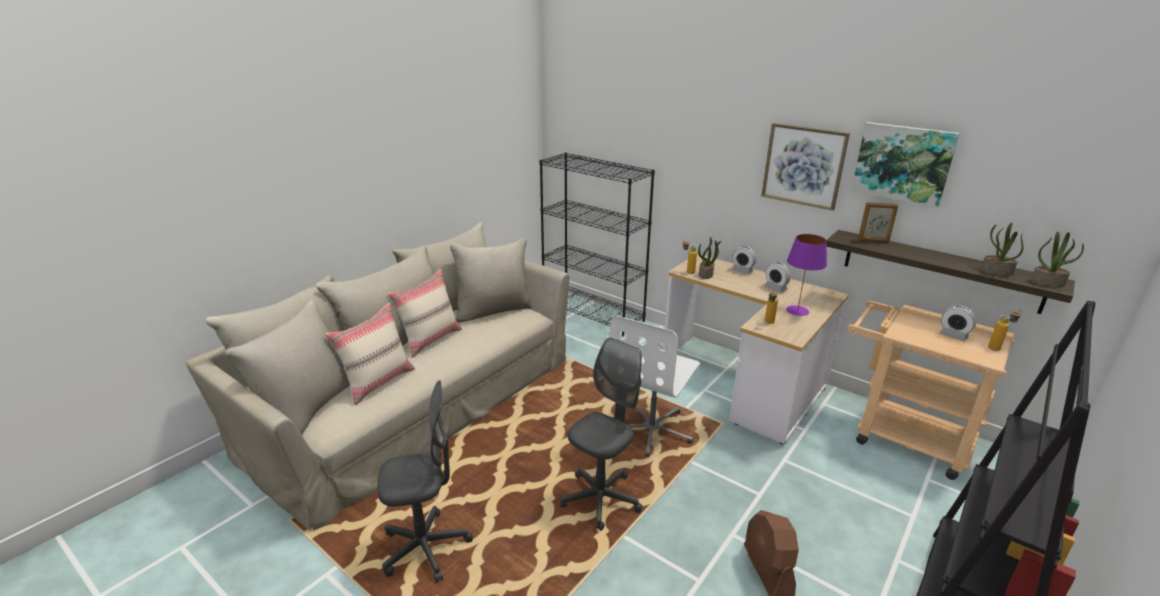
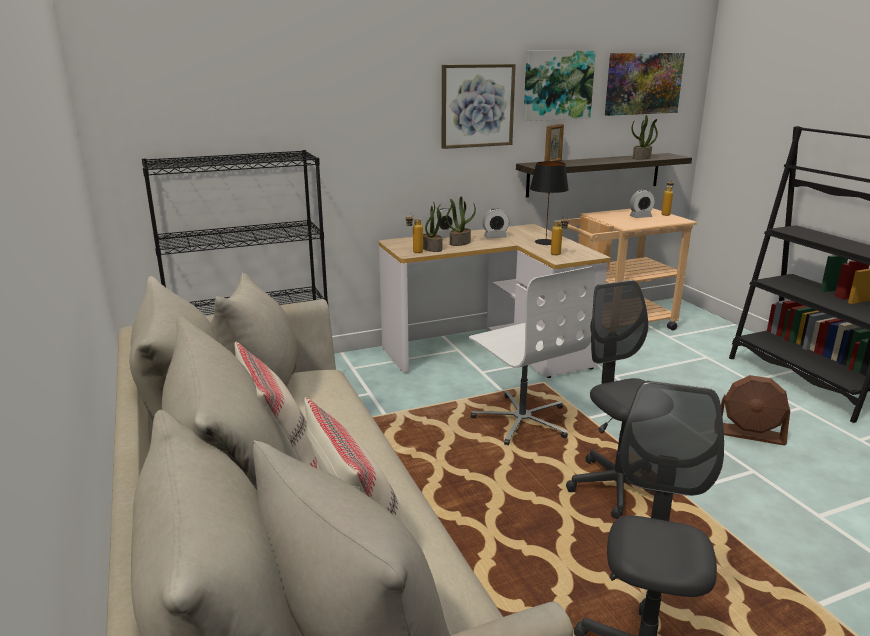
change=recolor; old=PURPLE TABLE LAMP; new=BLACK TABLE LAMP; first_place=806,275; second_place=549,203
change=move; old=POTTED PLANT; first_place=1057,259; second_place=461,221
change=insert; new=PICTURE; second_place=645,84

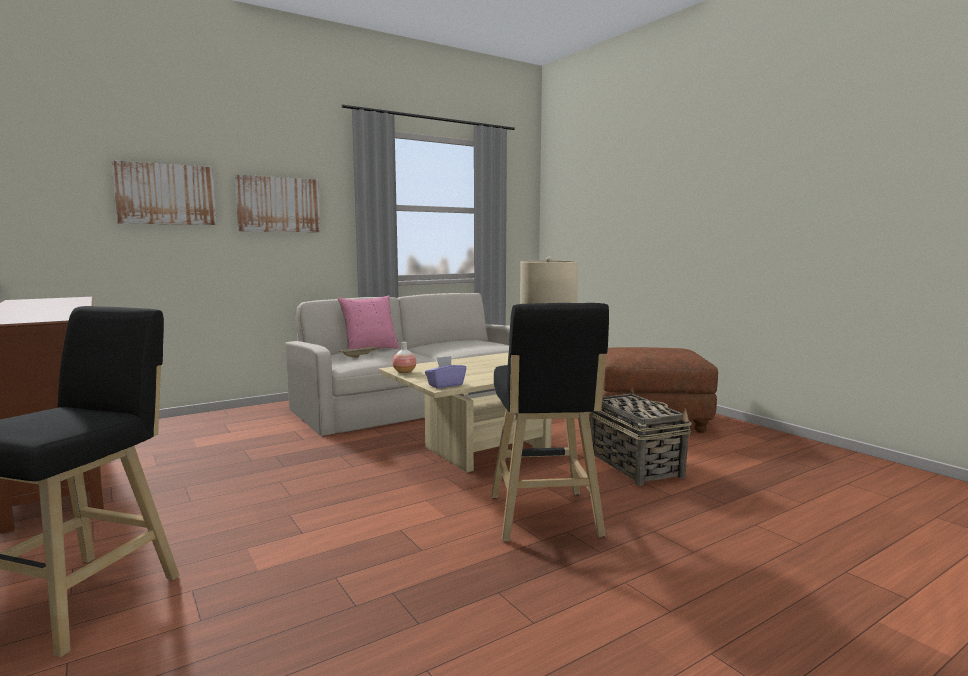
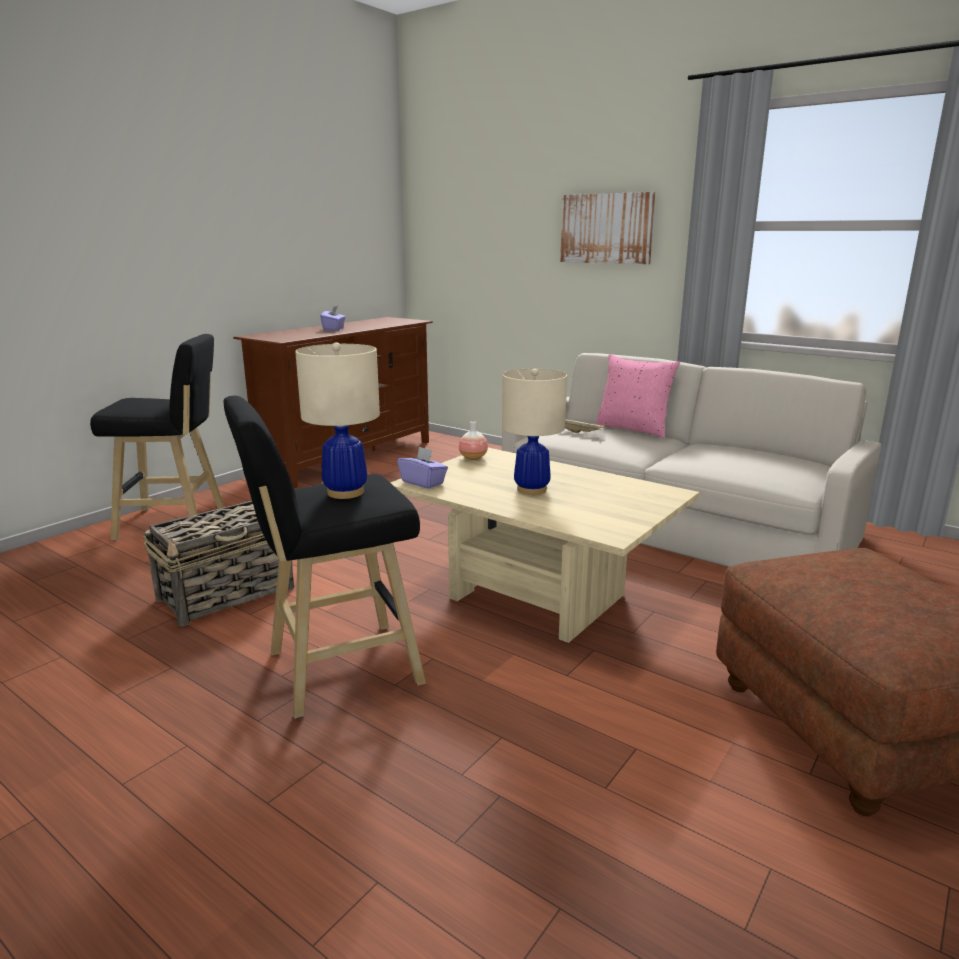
change=delete; old=PICTURE; first_place=164,192
change=move; old=BASKET; first_place=640,436; second_place=218,563
change=insert; new=PURPLE TISSUE BOX; second_place=333,318
change=insert; new=BEIGE TABLE LAMP; second_place=534,432

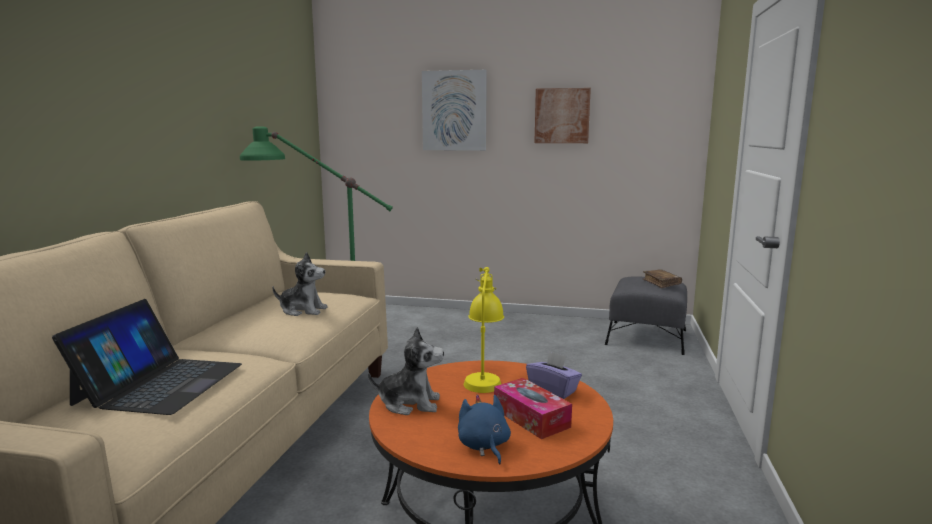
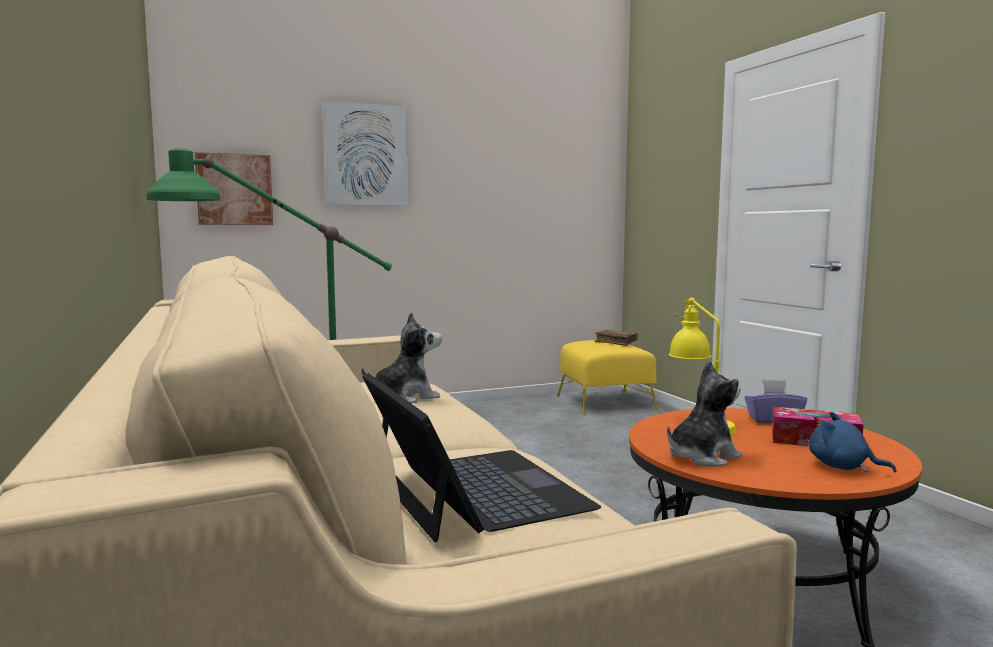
change=move; old=PICTURE; first_place=562,115; second_place=234,188
change=recolor; old=GREY OTTOMAN; new=YELLOW OTTOMAN; first_place=646,315; second_place=608,377

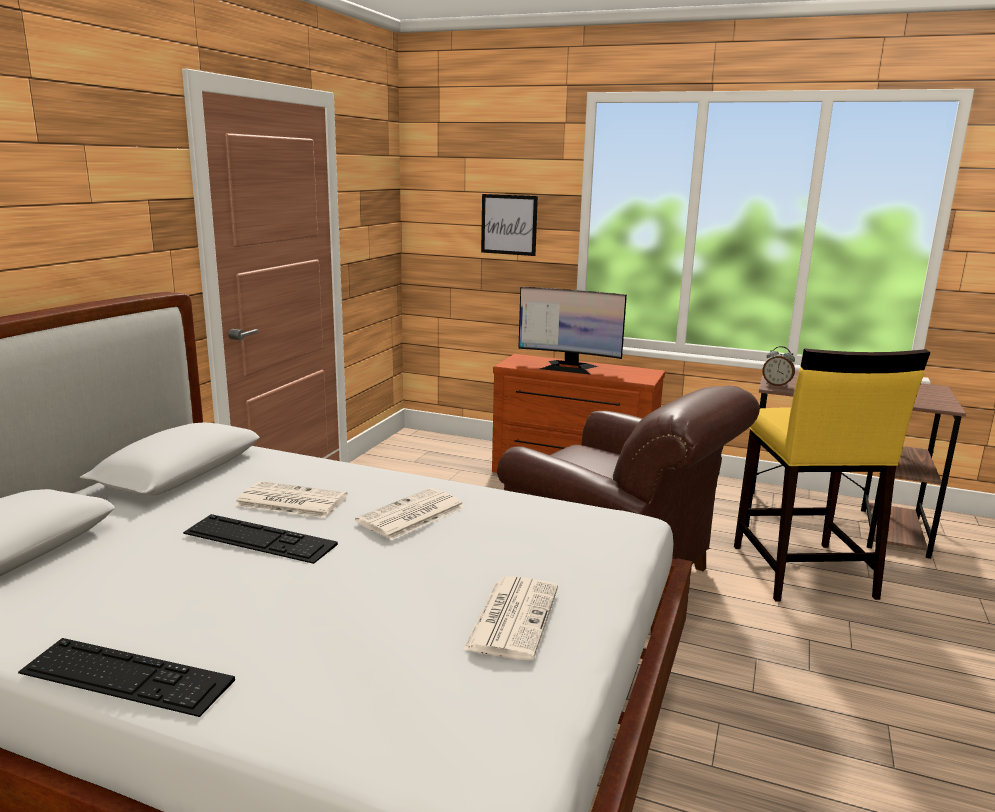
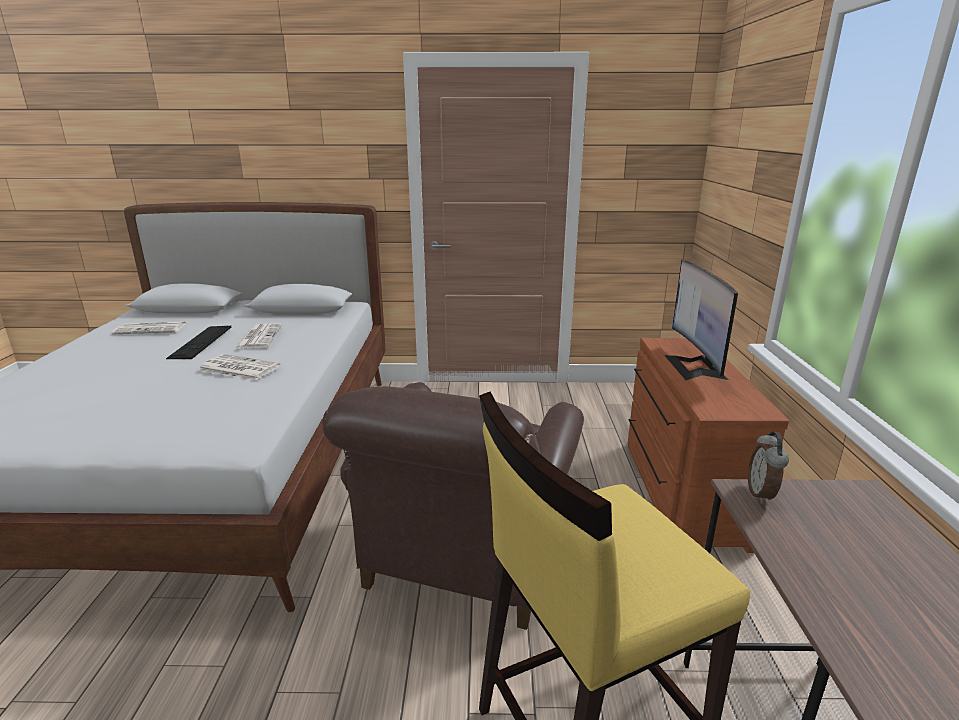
change=delete; old=KEYBOARD; first_place=126,677
change=move; old=NEWSPAPER; first_place=510,618; second_place=148,328
change=delete; old=PICTURE; first_place=509,225

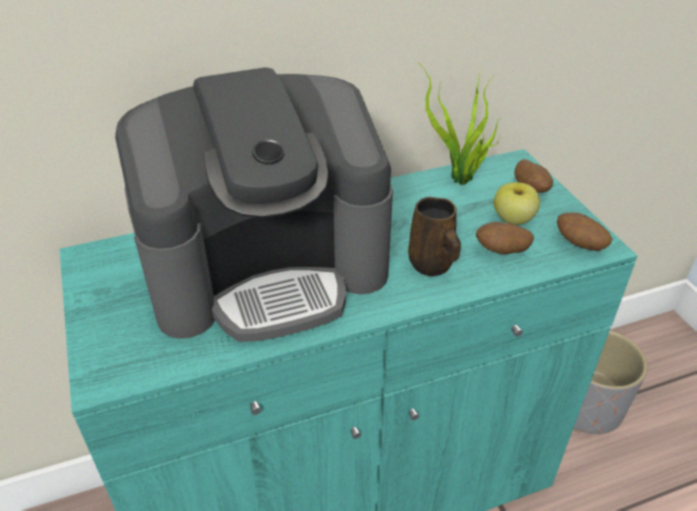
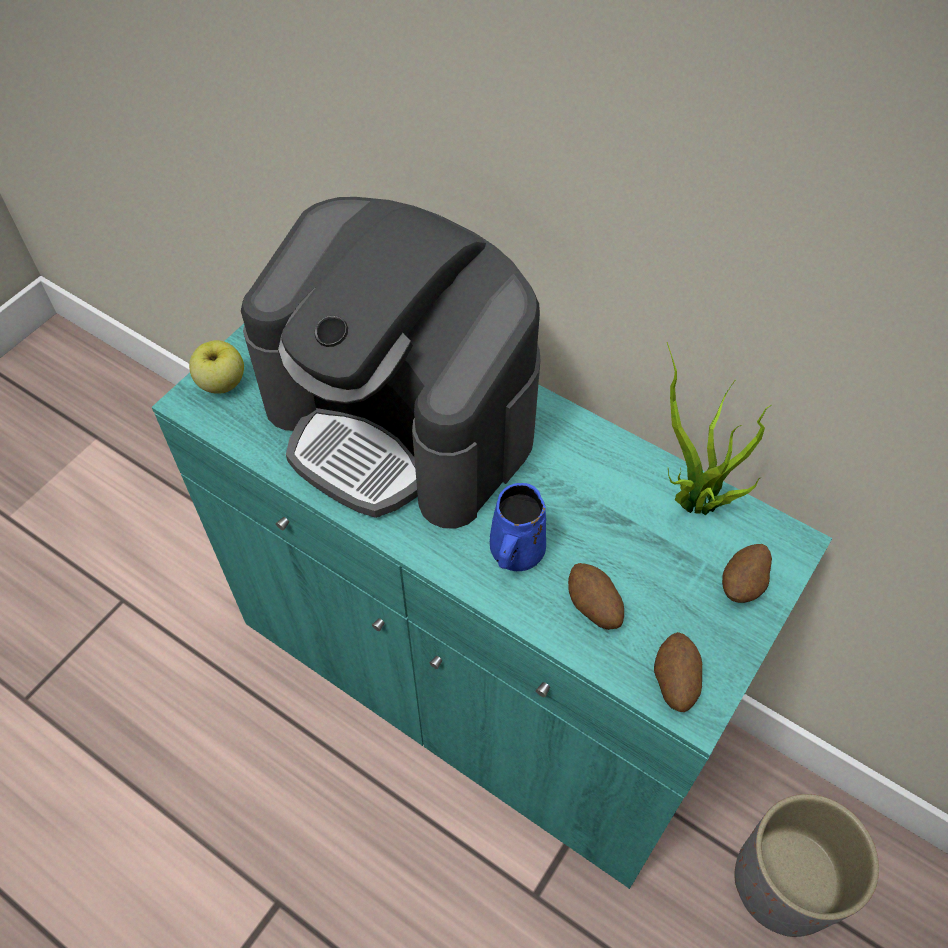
change=recolor; old=BROWN MUG; new=BLUE MUG; first_place=434,236; second_place=518,527
change=move; old=APPLE; first_place=517,203; second_place=216,367

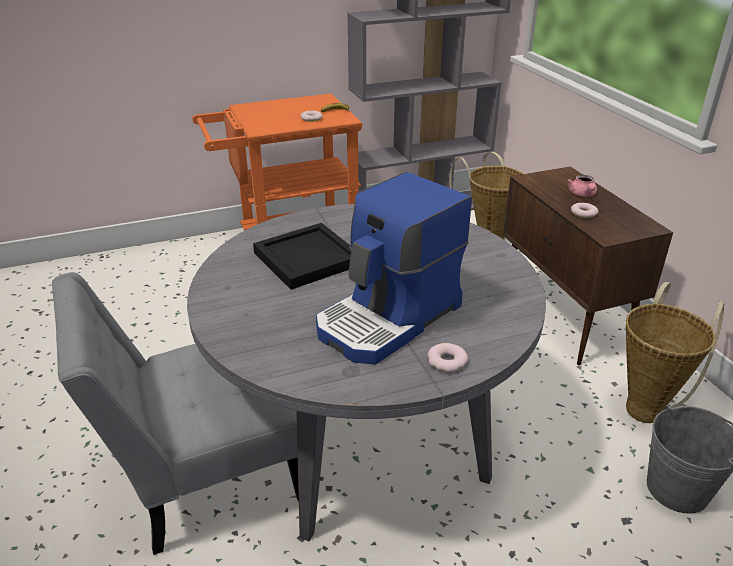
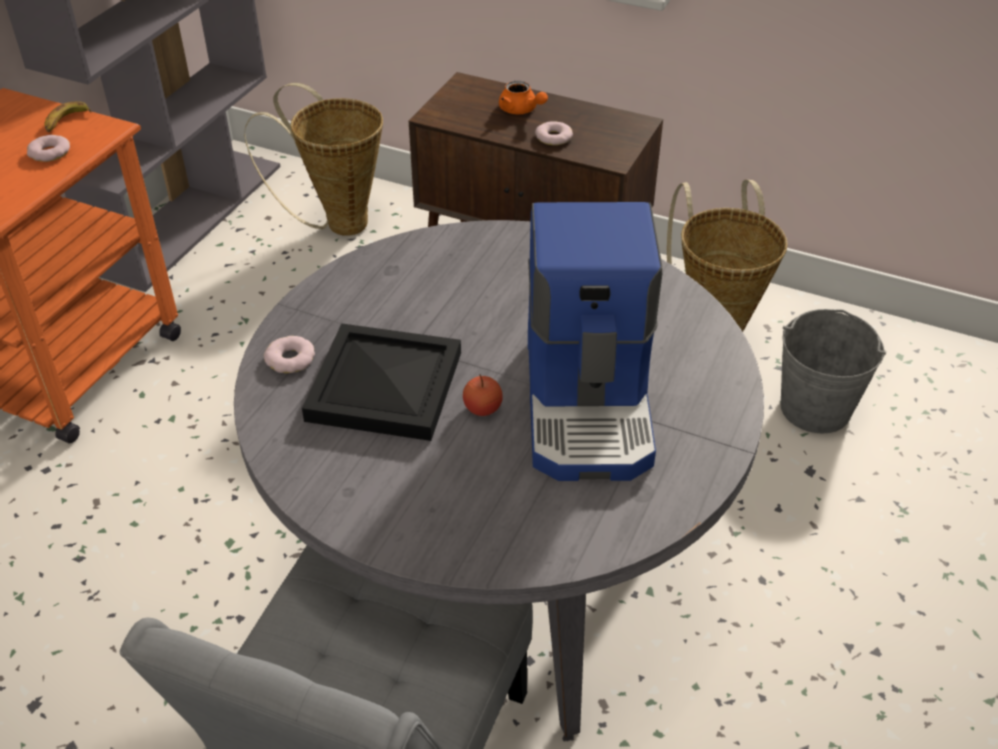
change=move; old=DONUT; first_place=447,357; second_place=289,354
change=recolor; old=PINK TEAPOT; new=ORANGE TEAPOT; first_place=582,186; second_place=523,97
change=insert; new=APPLE; second_place=483,395

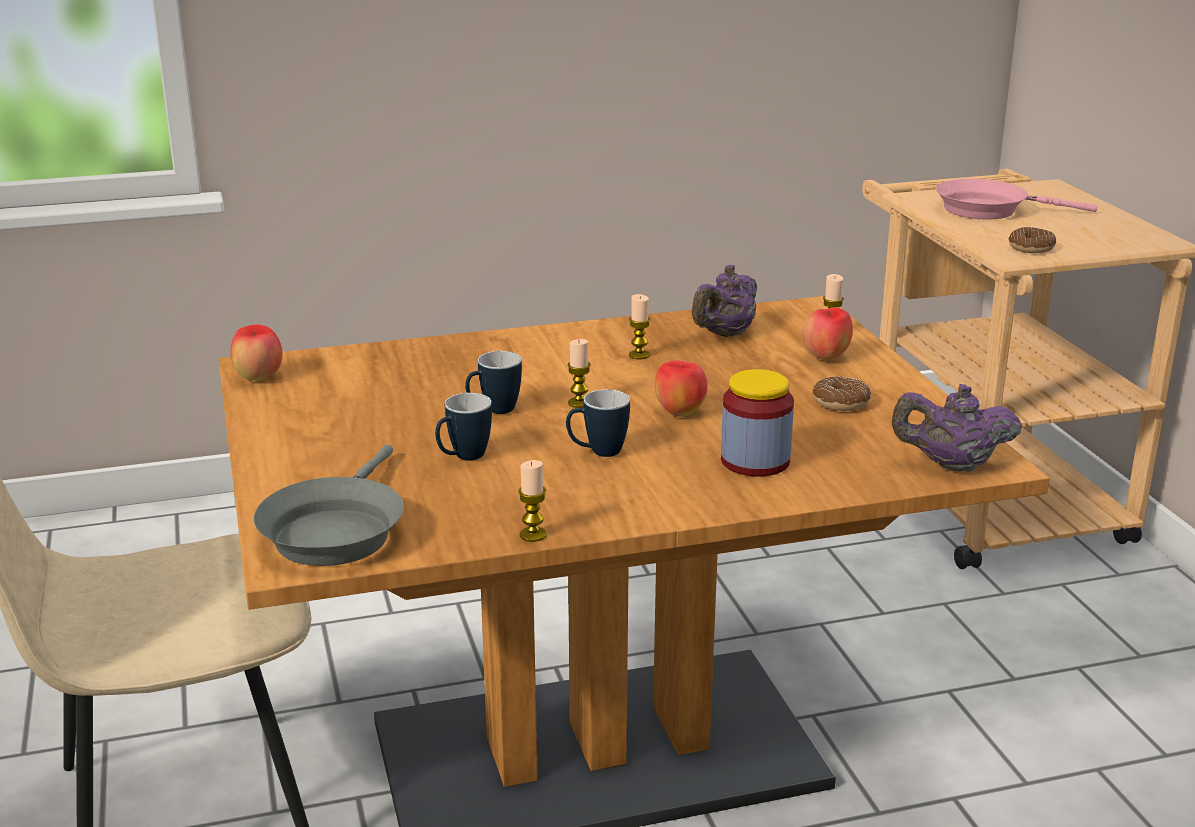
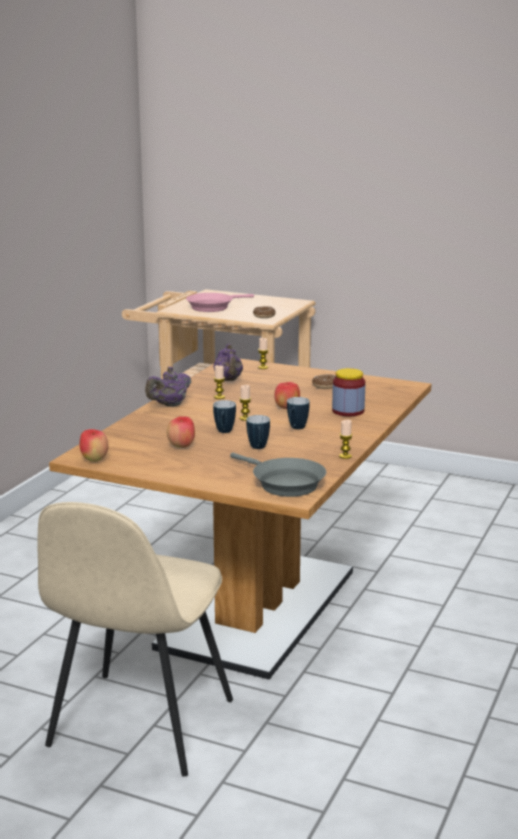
change=move; old=APPLE; first_place=827,333; second_place=181,432
change=move; old=PURPLE TEAPOT; first_place=957,428; second_place=168,387

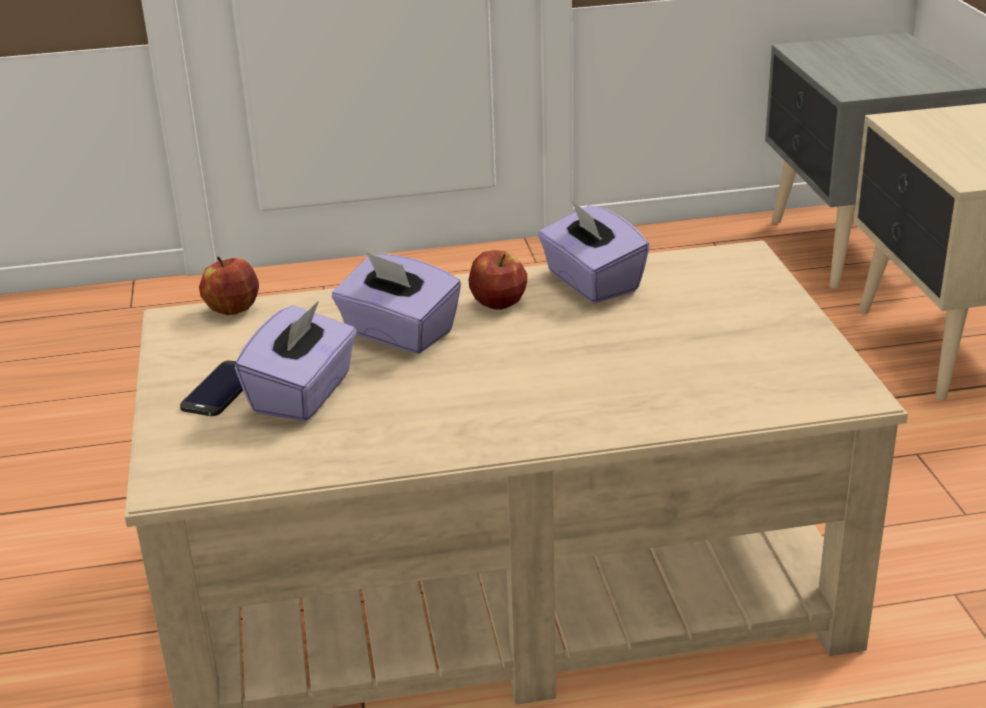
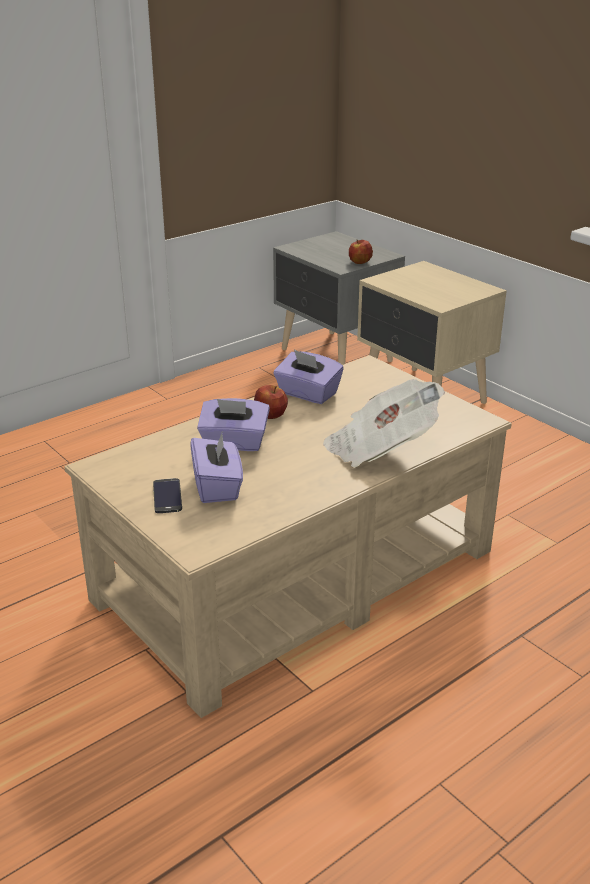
change=move; old=APPLE; first_place=229,285; second_place=361,252
change=insert; new=NEWSPAPER; second_place=384,423

